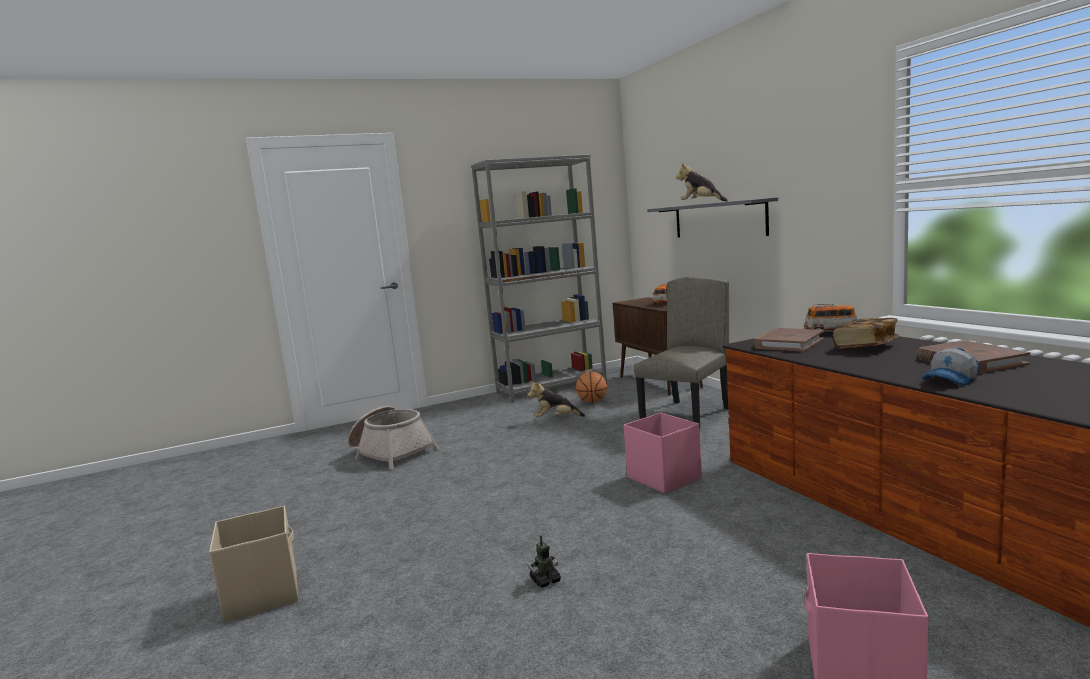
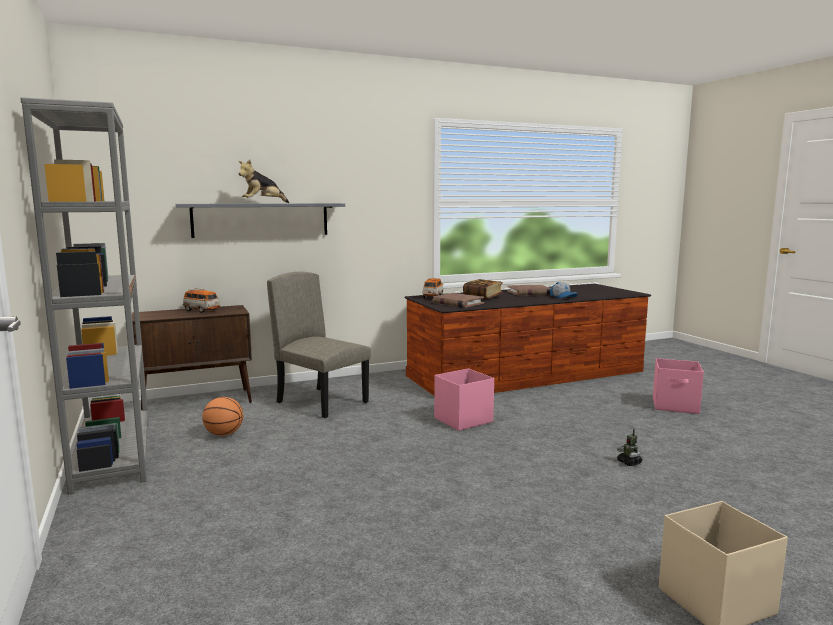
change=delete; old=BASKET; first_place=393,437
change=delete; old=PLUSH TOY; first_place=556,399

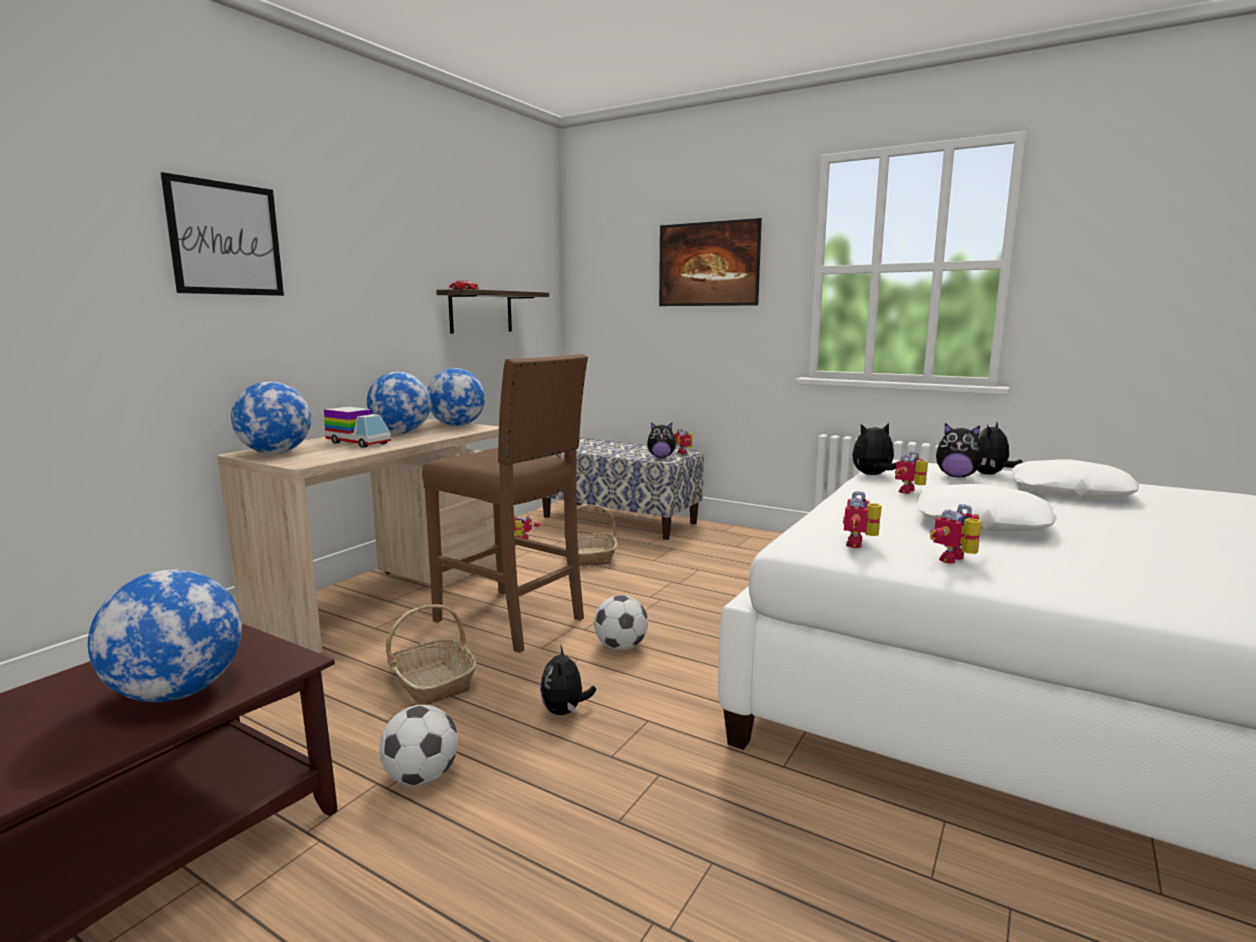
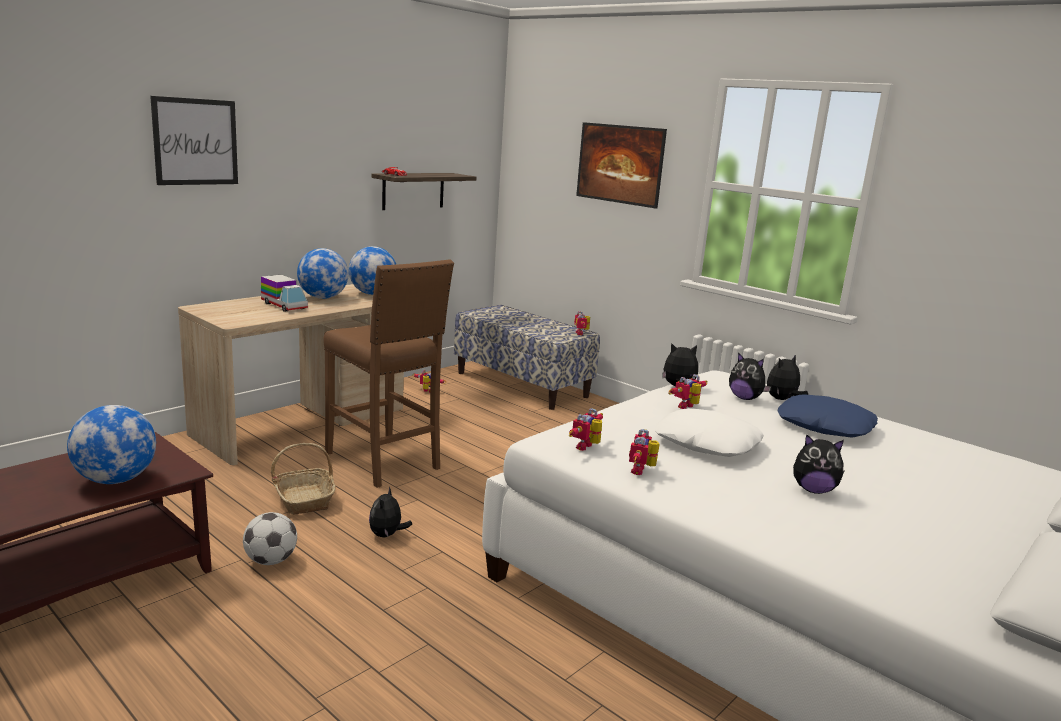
change=delete; old=GLOBE; first_place=271,418
change=delete; old=BASKET; first_place=590,535
change=delete; old=FOOTBALL; first_place=621,622
change=move; old=PLUSH TOY; first_place=662,440; second_place=819,464
change=rotate; old=TOY ROBOT; first_place=955,533; second_place=644,452; degrees=-45
change=recolor; old=WHITE PILLOW; new=BLUE PILLOW; first_place=1075,479; second_place=828,416

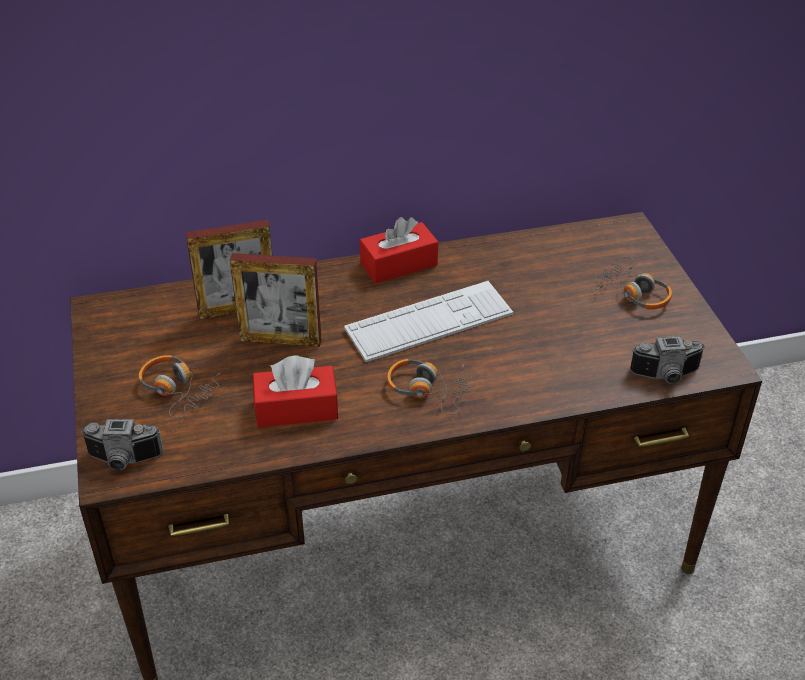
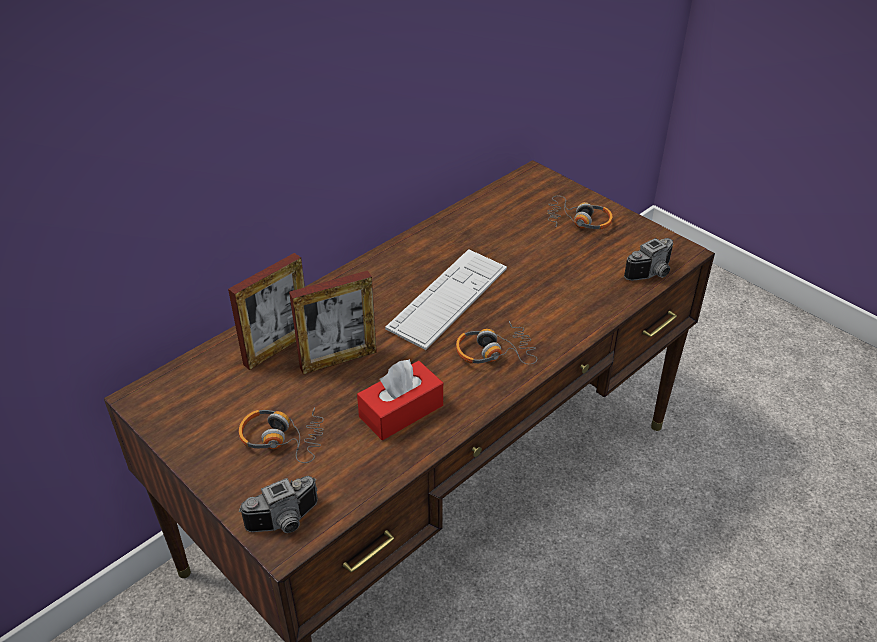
change=delete; old=RED TISSUE BOX; first_place=399,250

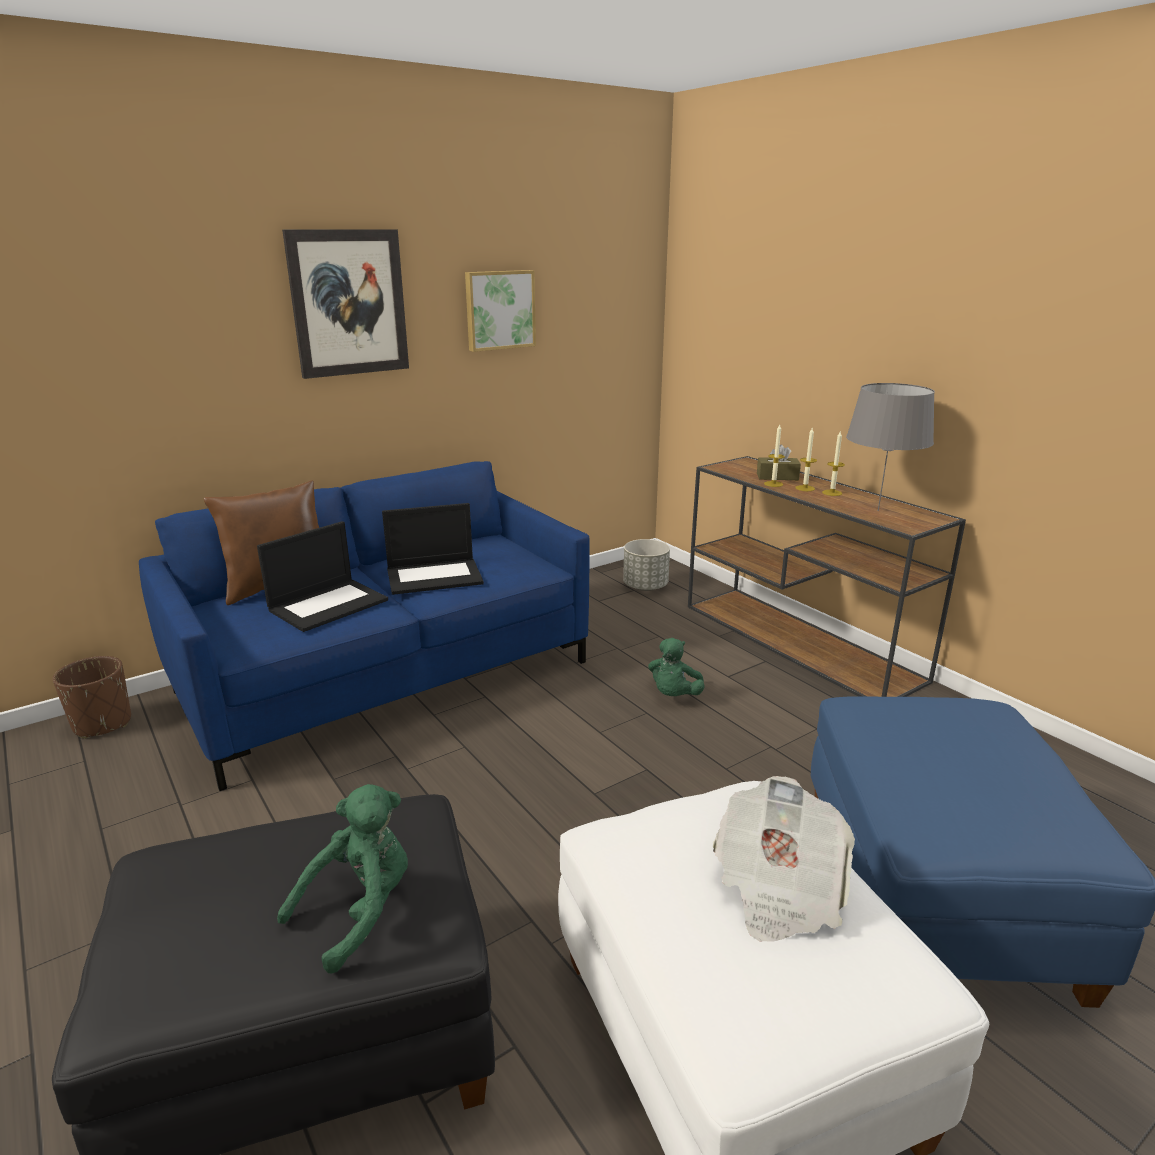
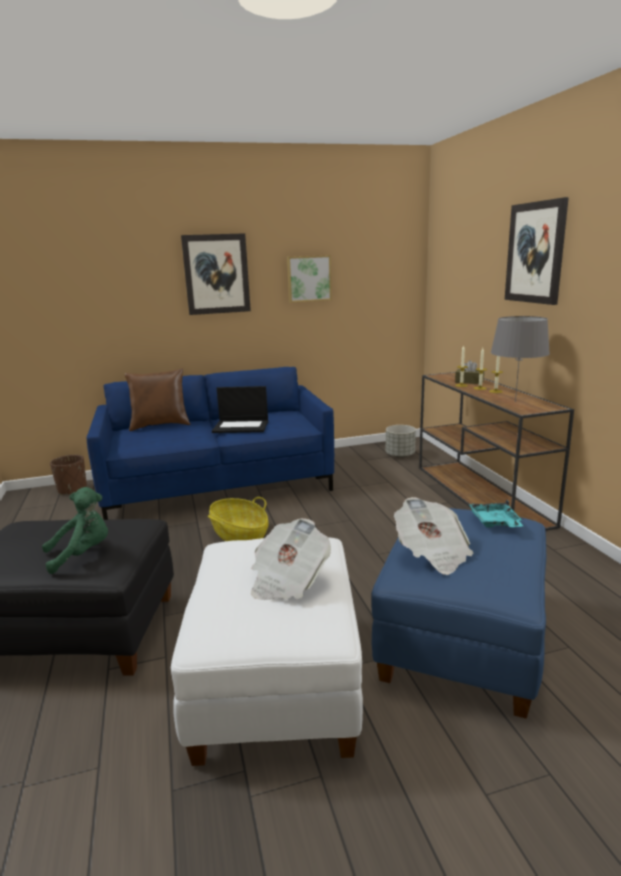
change=delete; old=LAPTOP; first_place=322,576
change=delete; old=GREEN PLUSH TOY; first_place=676,667
change=insert; new=BASKET; second_place=238,519
change=insert; new=NEWSPAPER; second_place=433,536
change=insert; new=TURQUOISE TRAY; second_place=496,514
change=insert; new=PICTURE; second_place=537,251

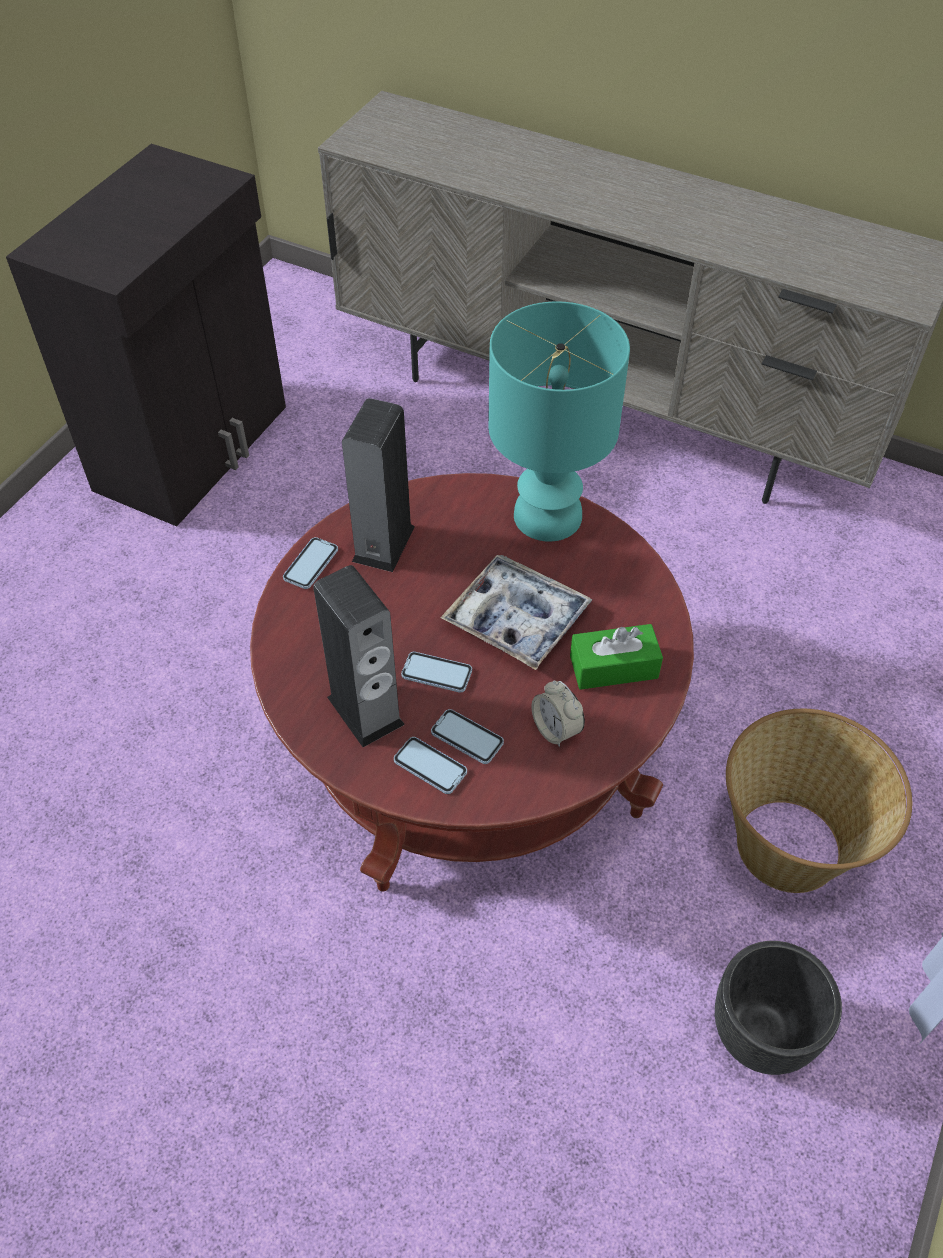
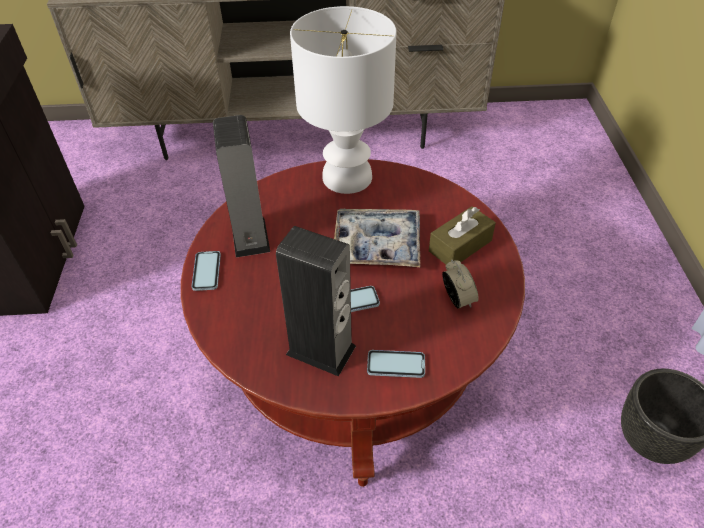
change=delete; old=PHONE; first_place=467,736
change=recolor; old=TURQUOISE TABLE LAMP; new=WHITE TABLE LAMP; first_place=559,421; second_place=343,100
change=rotate; old=ALARM CLOCK; first_place=558,713; second_place=460,284; degrees=-135
change=recolor; old=GREEN TISSUE BOX; new=BROWN TISSUE BOX; first_place=616,657; second_place=462,235
change=delete; old=BASKET; first_place=819,801

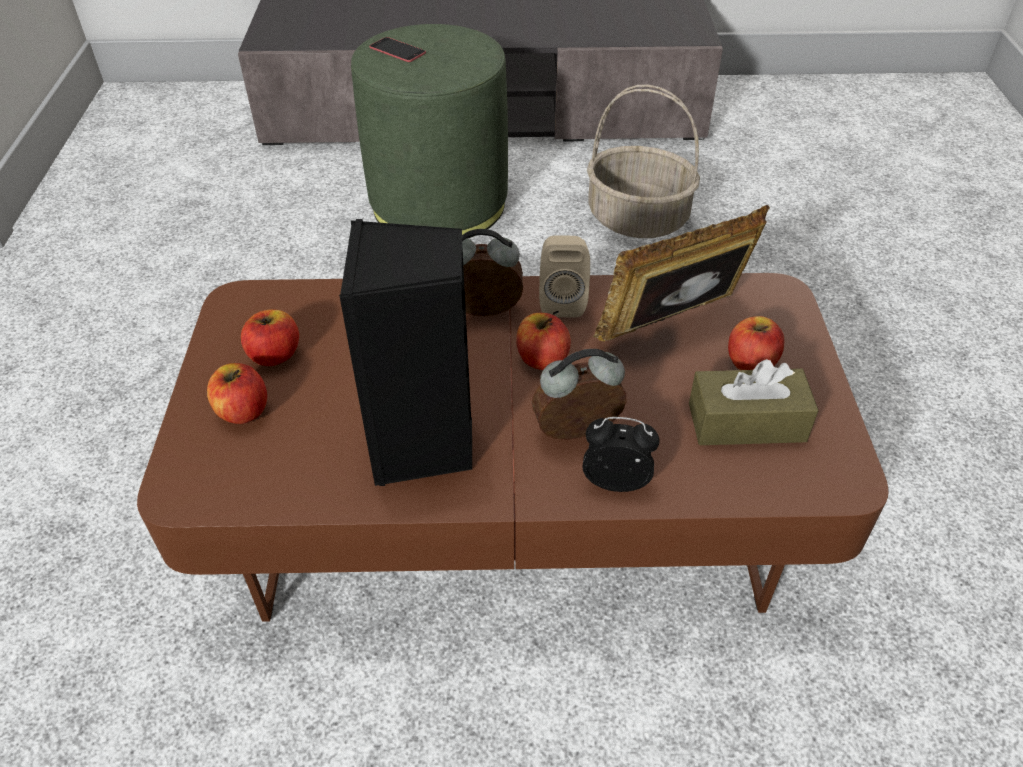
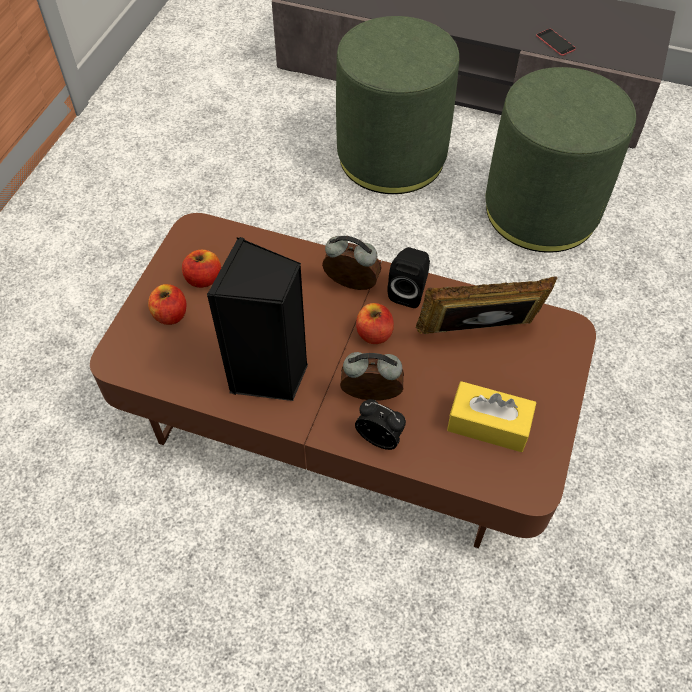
change=move; old=PHONE; first_place=397,49; second_place=556,42
change=recolor; old=BEIGE SPEAKER; new=BLACK SPEAKER; first_place=564,276; second_place=408,277
change=replace; old=BASKET; new=GREEN OTTOMAN; first_place=643,161; second_place=561,159
change=recolor; old=BROWN TISSUE BOX; new=YELLOW TISSUE BOX; first_place=754,402; second_place=491,416
change=delete; old=APPLE; first_place=756,343

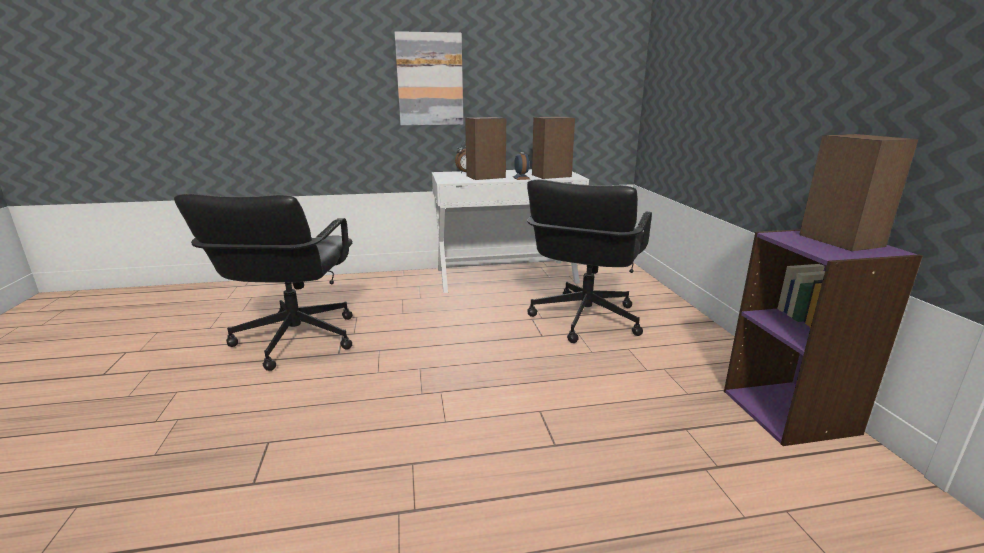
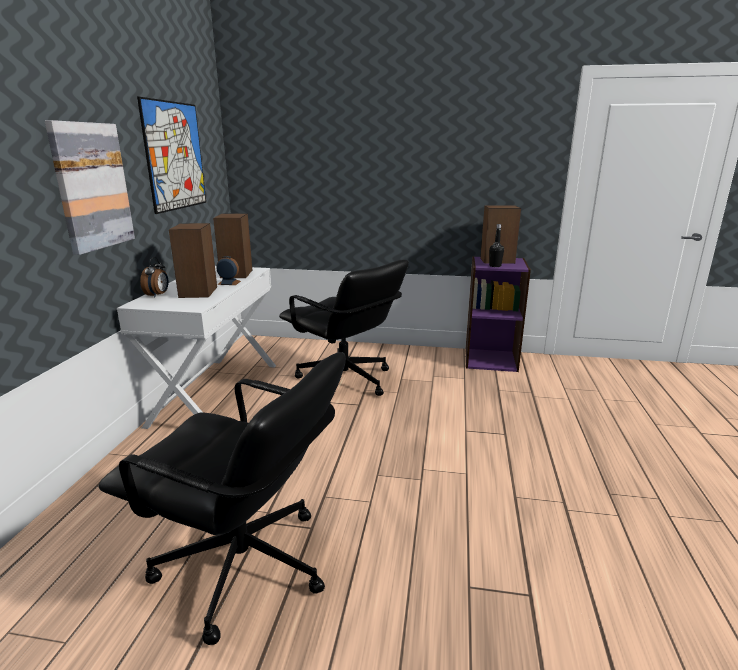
change=insert; new=PICTURE; second_place=171,155
change=insert; new=BLACK BOTTLE; second_place=496,245

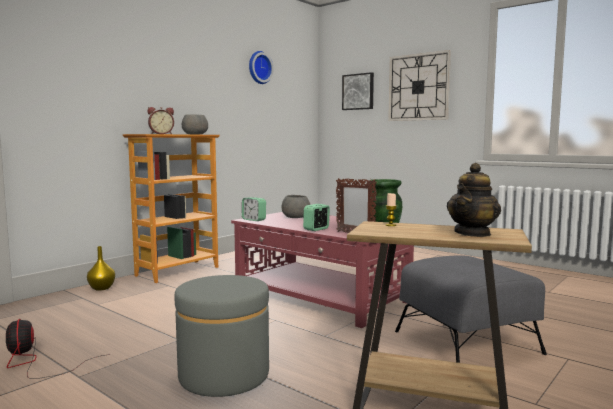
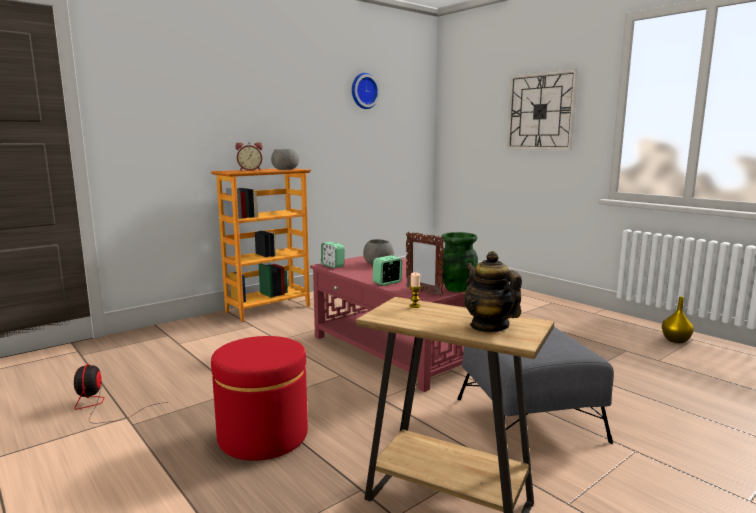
change=move; old=YELLOW VASE; first_place=101,268; second_place=678,320
change=recolor; old=GREY OTTOMAN; new=RED OTTOMAN; first_place=221,336; second_place=259,398
change=delete; old=PICTURE; first_place=358,91
change=rotate; old=TEAPOT; first_place=474,200; second_place=493,291; degrees=105

